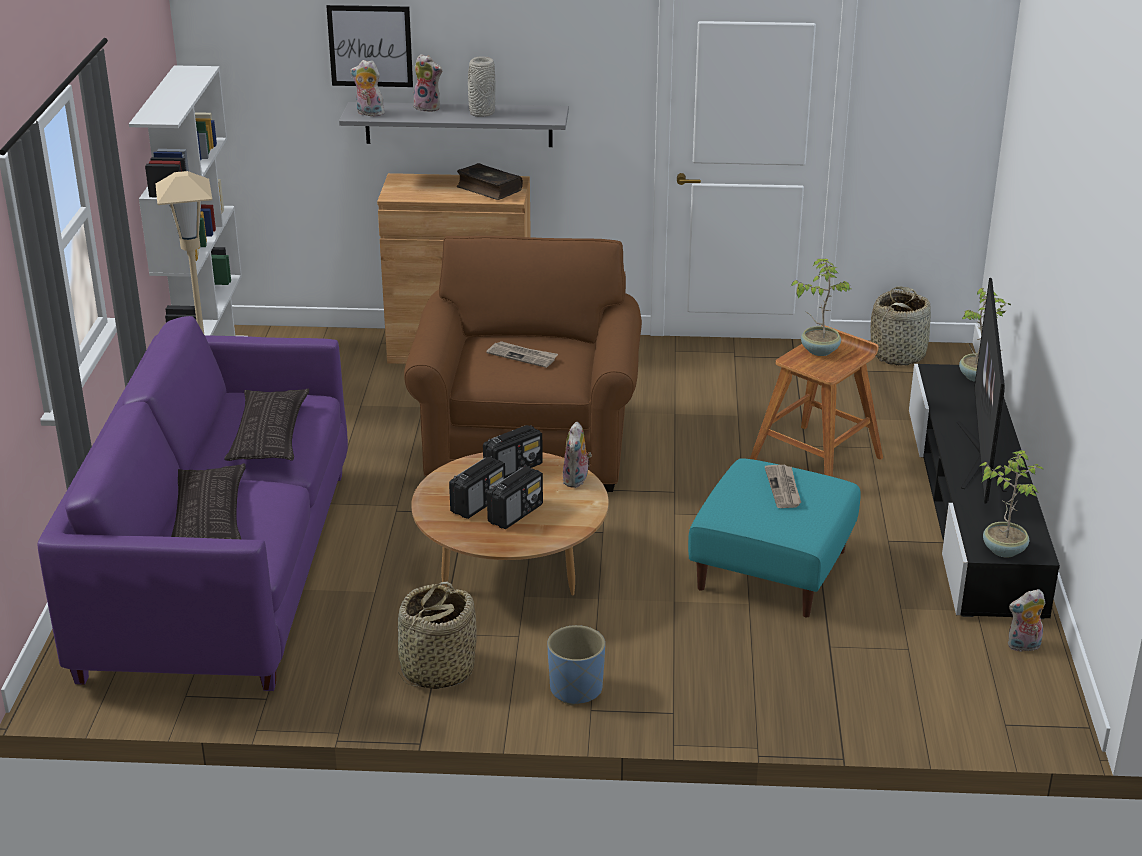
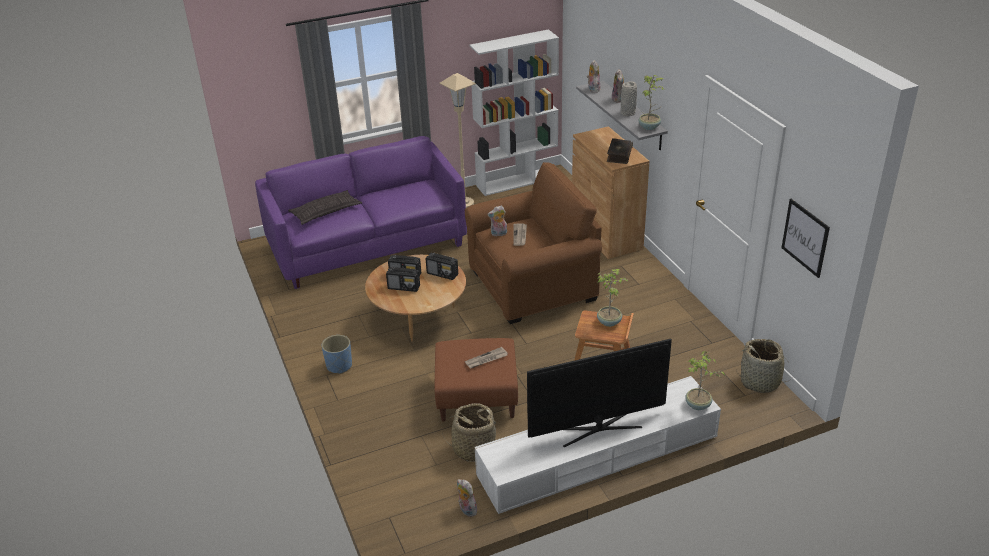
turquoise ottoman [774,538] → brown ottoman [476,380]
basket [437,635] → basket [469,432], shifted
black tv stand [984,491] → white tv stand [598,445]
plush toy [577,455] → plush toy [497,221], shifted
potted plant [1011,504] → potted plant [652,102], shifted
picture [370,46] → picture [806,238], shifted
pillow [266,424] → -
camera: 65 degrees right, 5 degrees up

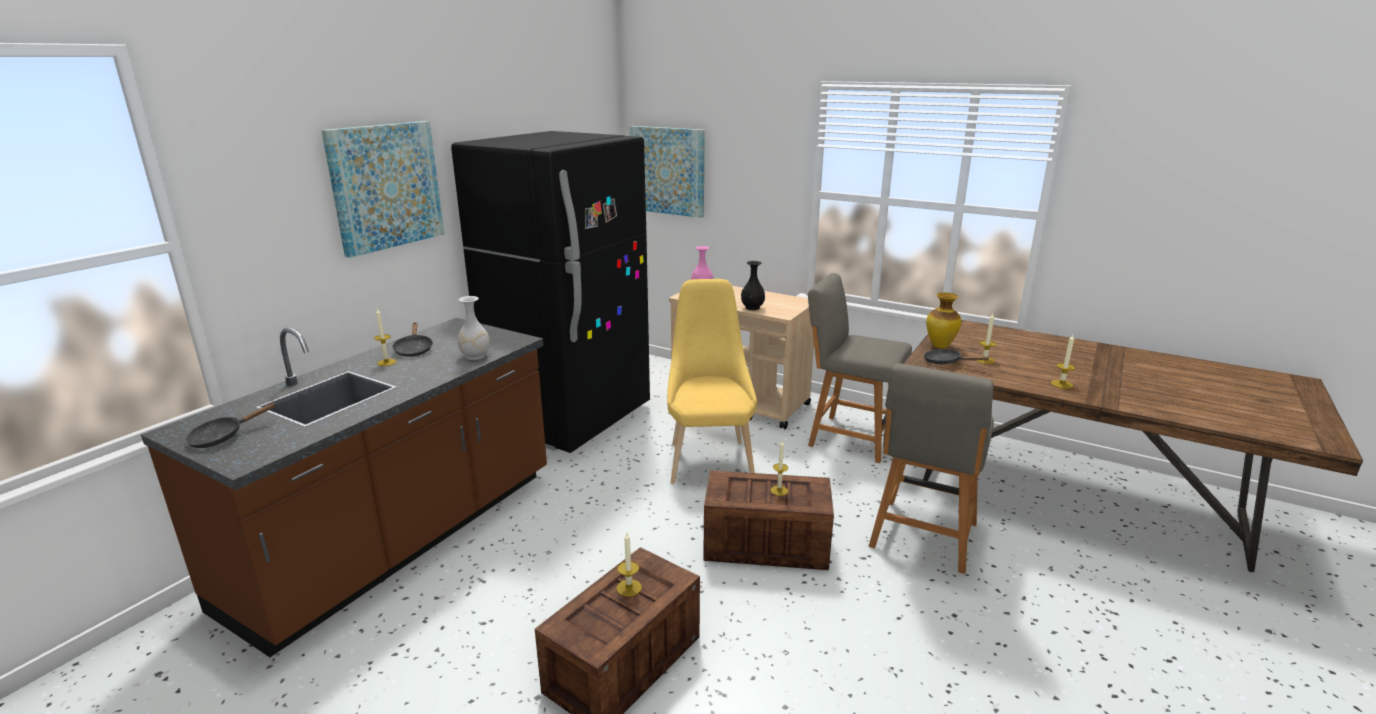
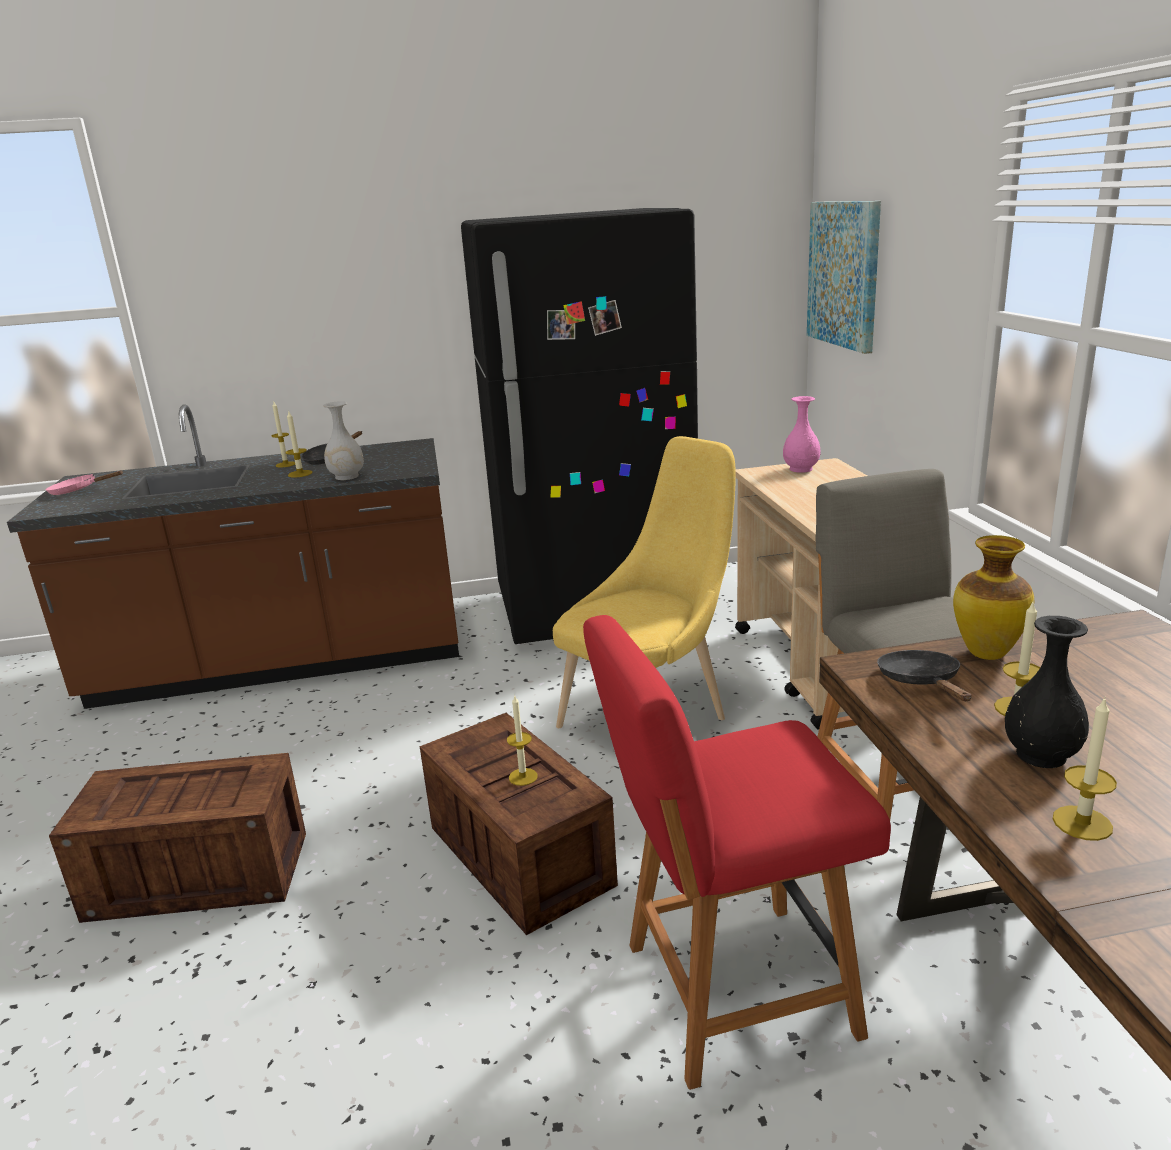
black frying pan [230,425] → pink frying pan [84,483]
candle [629,565] → candle [299,443], shifted
grey chair [931,468] → red chair [737,852]
black vase [753,285] → black vase [1047,692], shifted
picture [382,189] → -
camera: 50 degrees right, 0 degrees up

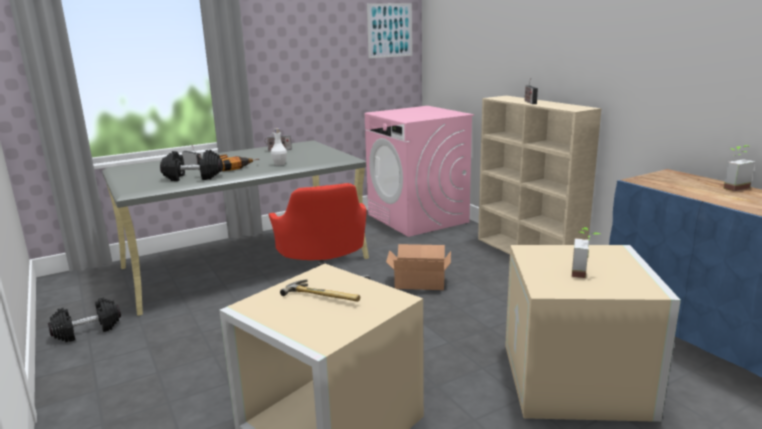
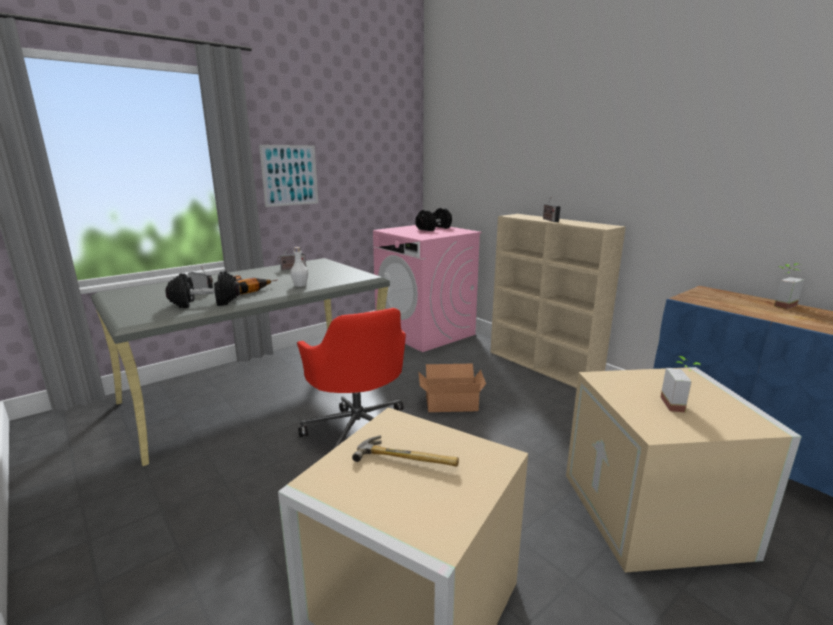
picture [389,30] → picture [288,176], shifted
black dumbbell [84,320] → black dumbbell [433,219], shifted
camera: 10 degrees left, 0 degrees up

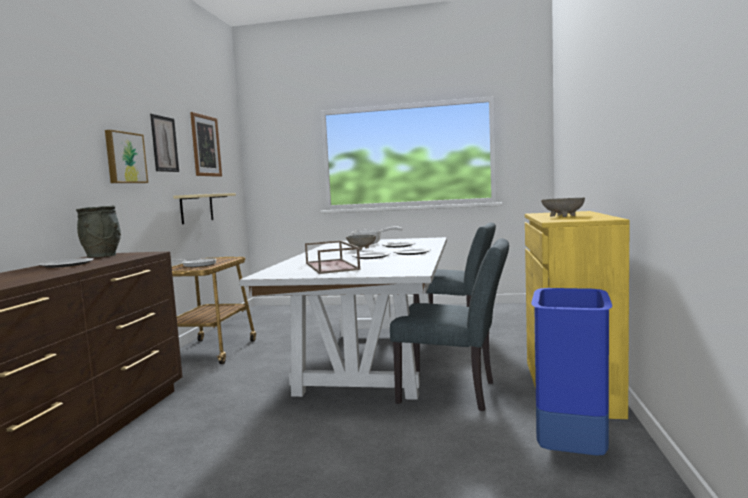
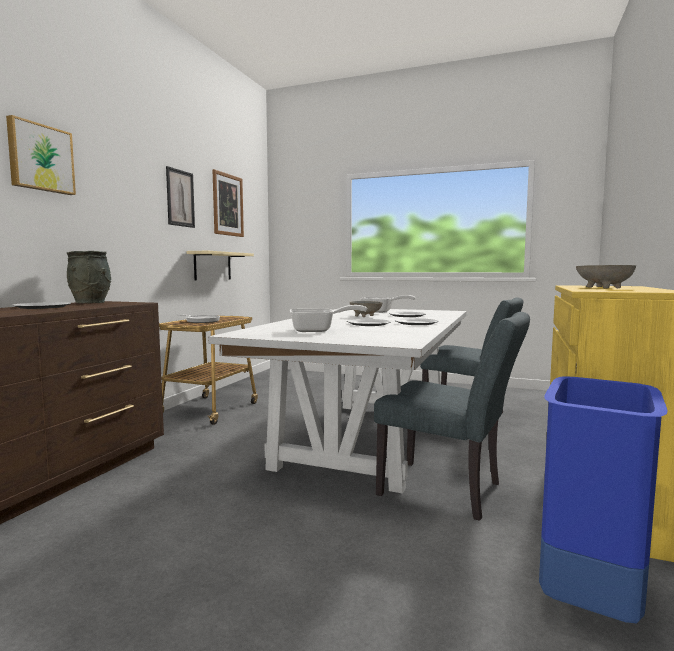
picture [126,156] → picture [41,155], shifted
brown tray [332,257] → frying pan [328,318]
camera: 10 degrees right, 0 degrees up

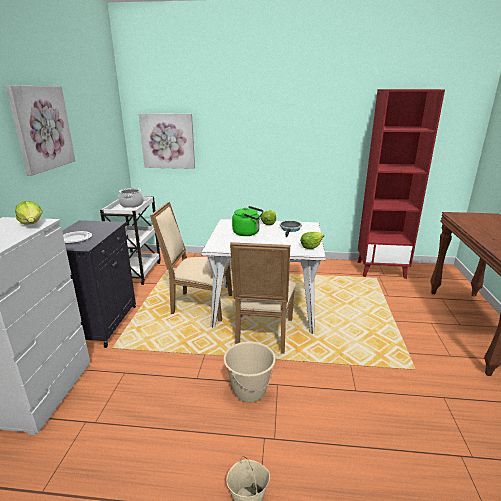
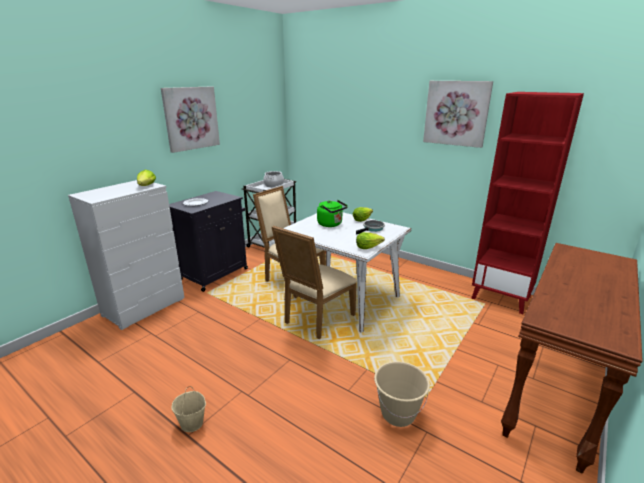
beige bucket [250,371] → beige bucket [402,394], shifted
picture [167,141] → picture [458,114], shifted
camera: 30 degrees right, 0 degrees up

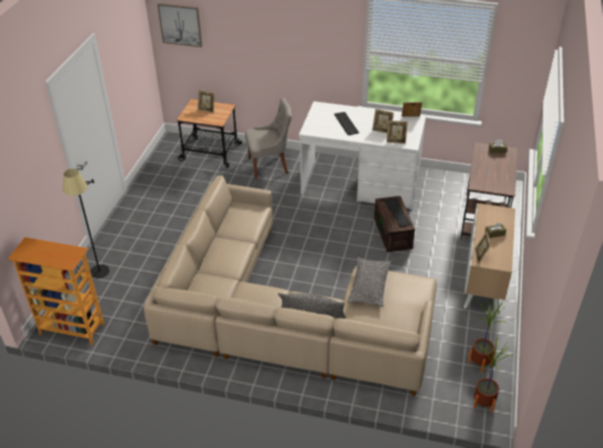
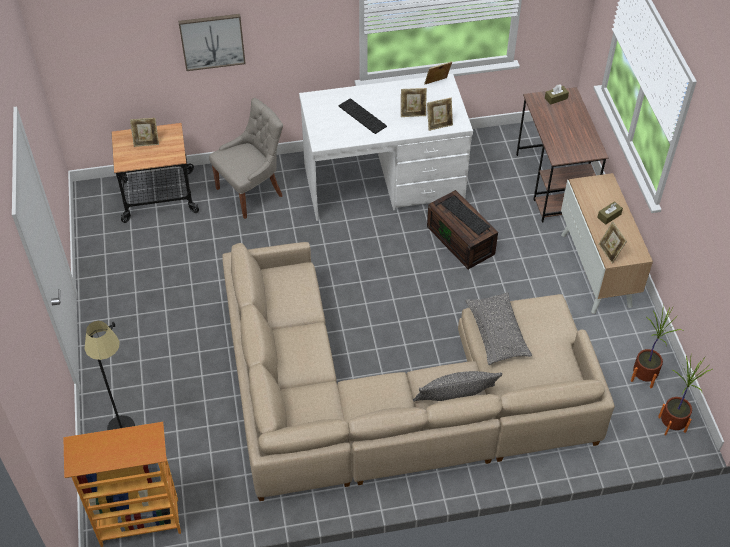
picture [179,25] → picture [212,42], shifted
camera: 25 degrees left, 10 degrees up

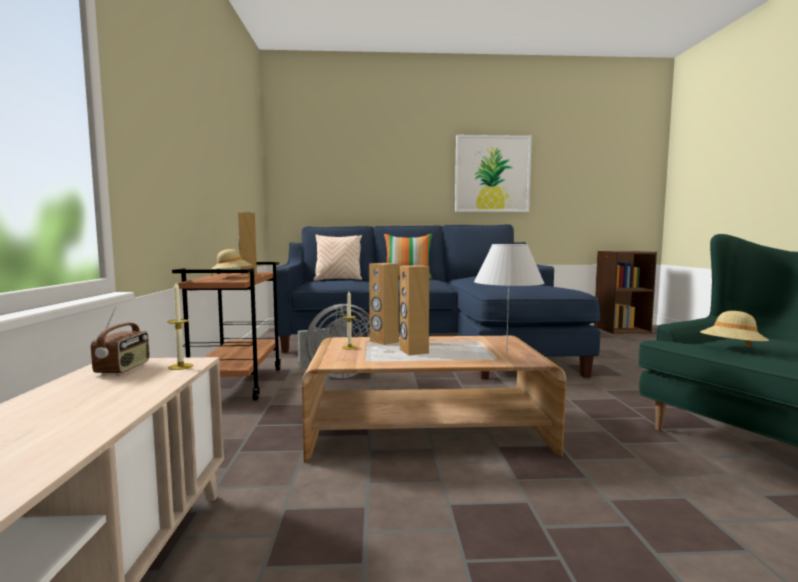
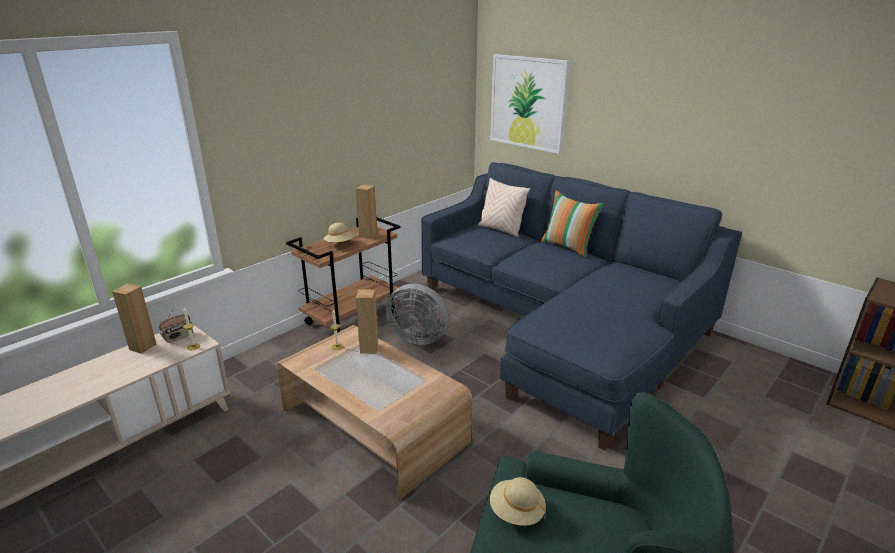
brown speaker [414,310] → brown speaker [134,318], shifted
picture [493,173] → picture [530,104], shifted
white table lamp [509,298] → -
camera: 45 degrees right, 20 degrees up

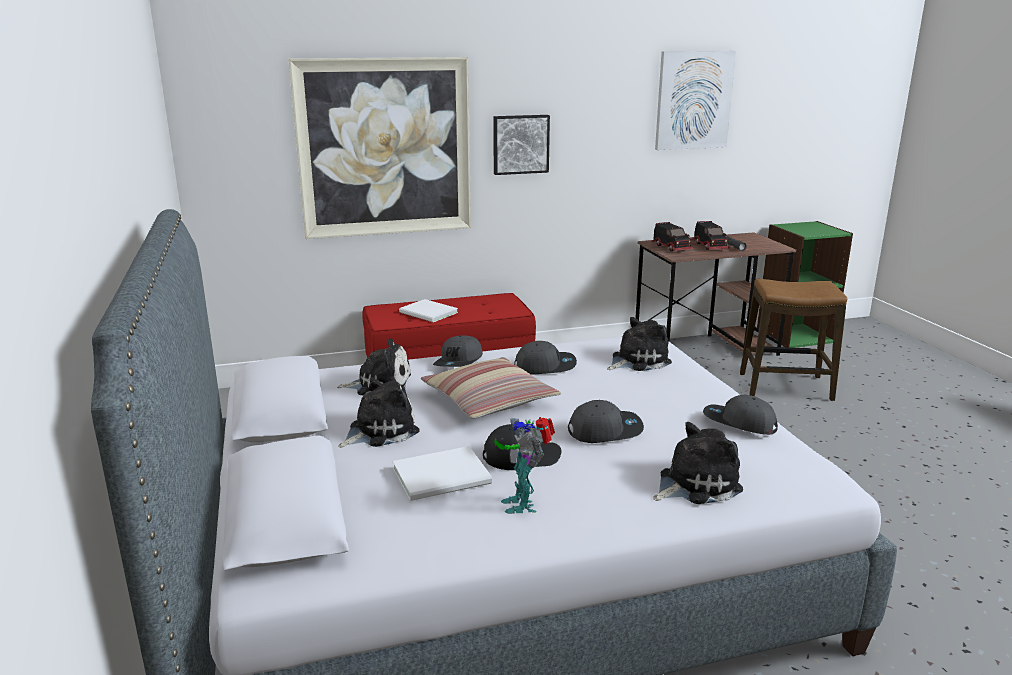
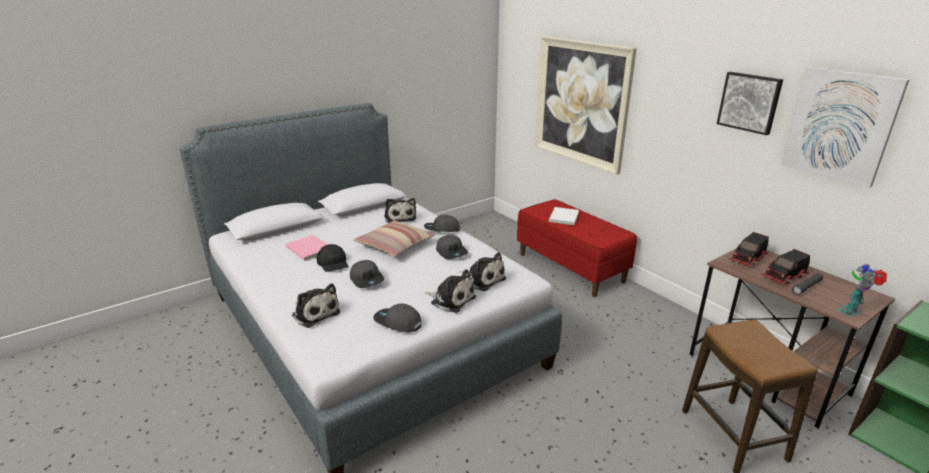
white book [442,473] → pink book [307,248]
grey cap [740,415] → grey cap [397,317], 75 degrees counterclockwise
plush toy [379,413] → plush toy [450,291], shifted
picture [521,145] → picture [750,103], shifted
toy robot [524,465] → toy robot [861,291], shifted
camera: 70 degrees right, 5 degrees up

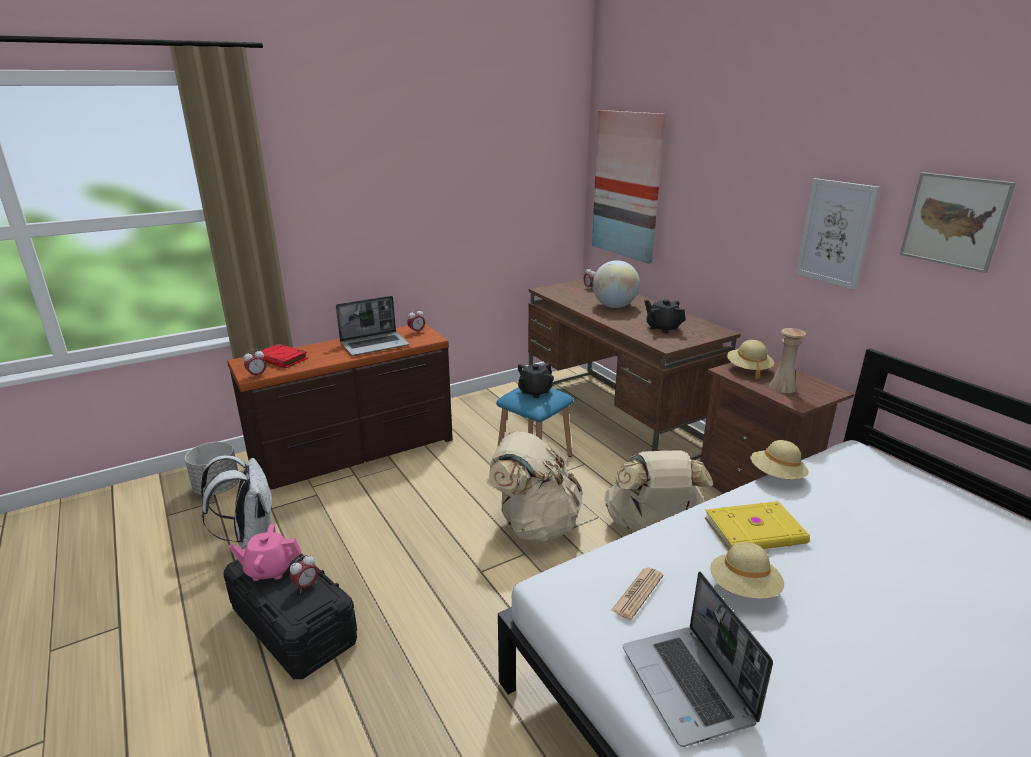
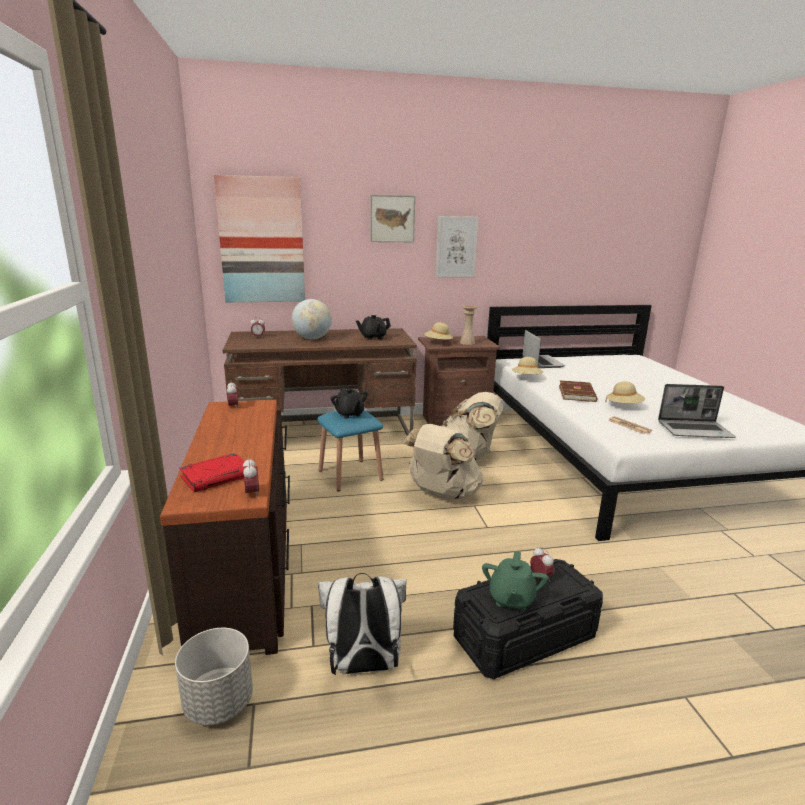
picture [958,222] → picture [392,218], shifted
pink teapot [264,552] → green teapot [515,581]
laptop [372,326] → laptop [543,349], shifted
yellow book [757,526] → brown book [578,391]
camera: 70 degrees left, 5 degrees down

